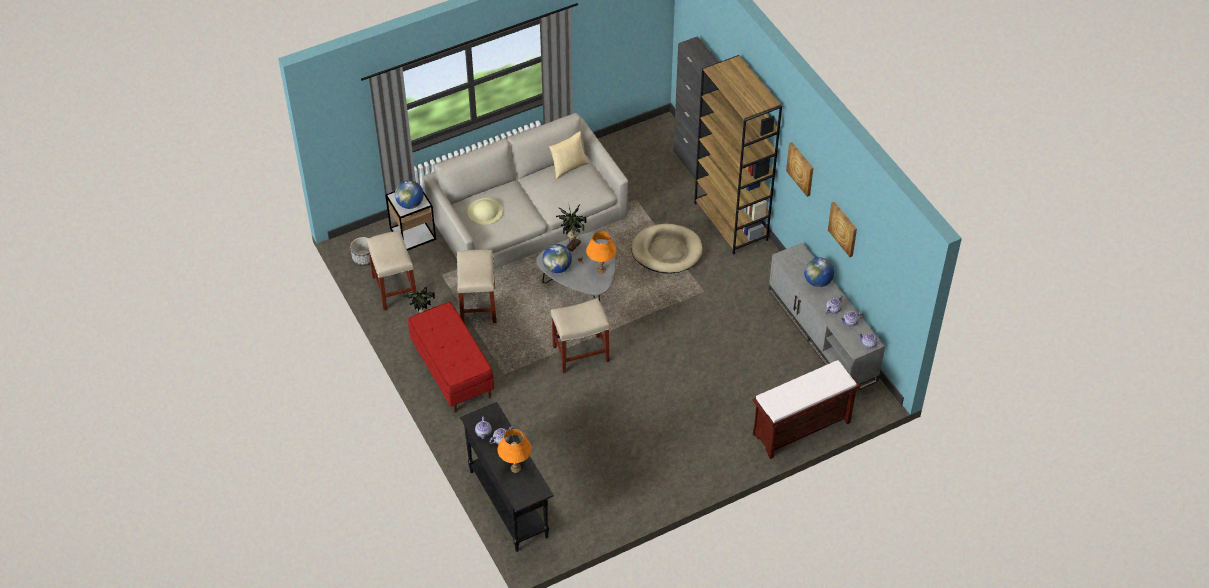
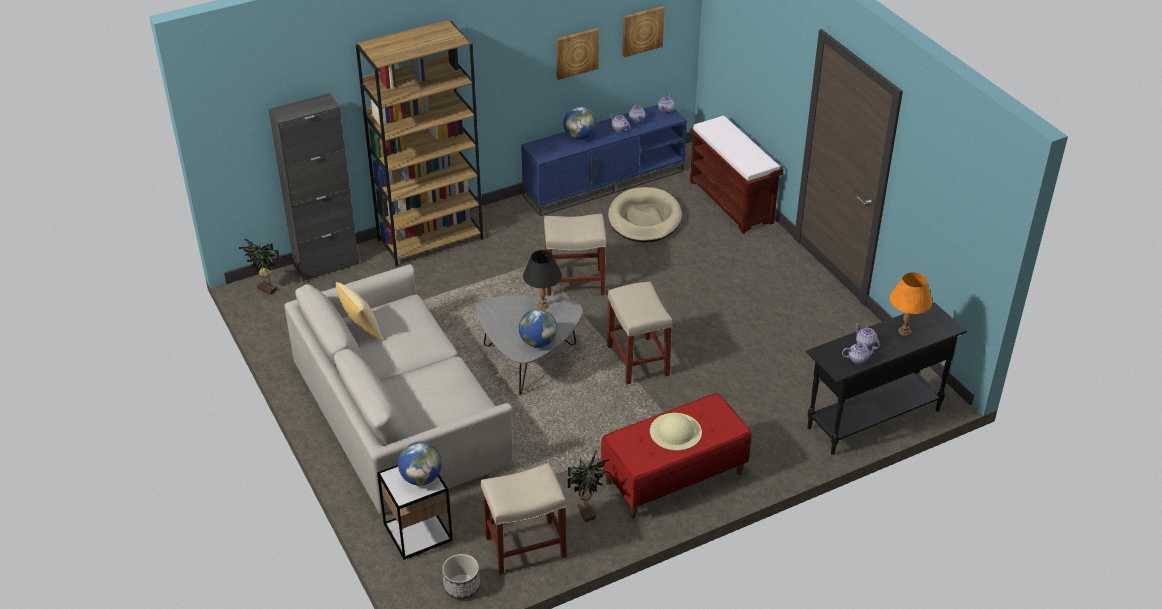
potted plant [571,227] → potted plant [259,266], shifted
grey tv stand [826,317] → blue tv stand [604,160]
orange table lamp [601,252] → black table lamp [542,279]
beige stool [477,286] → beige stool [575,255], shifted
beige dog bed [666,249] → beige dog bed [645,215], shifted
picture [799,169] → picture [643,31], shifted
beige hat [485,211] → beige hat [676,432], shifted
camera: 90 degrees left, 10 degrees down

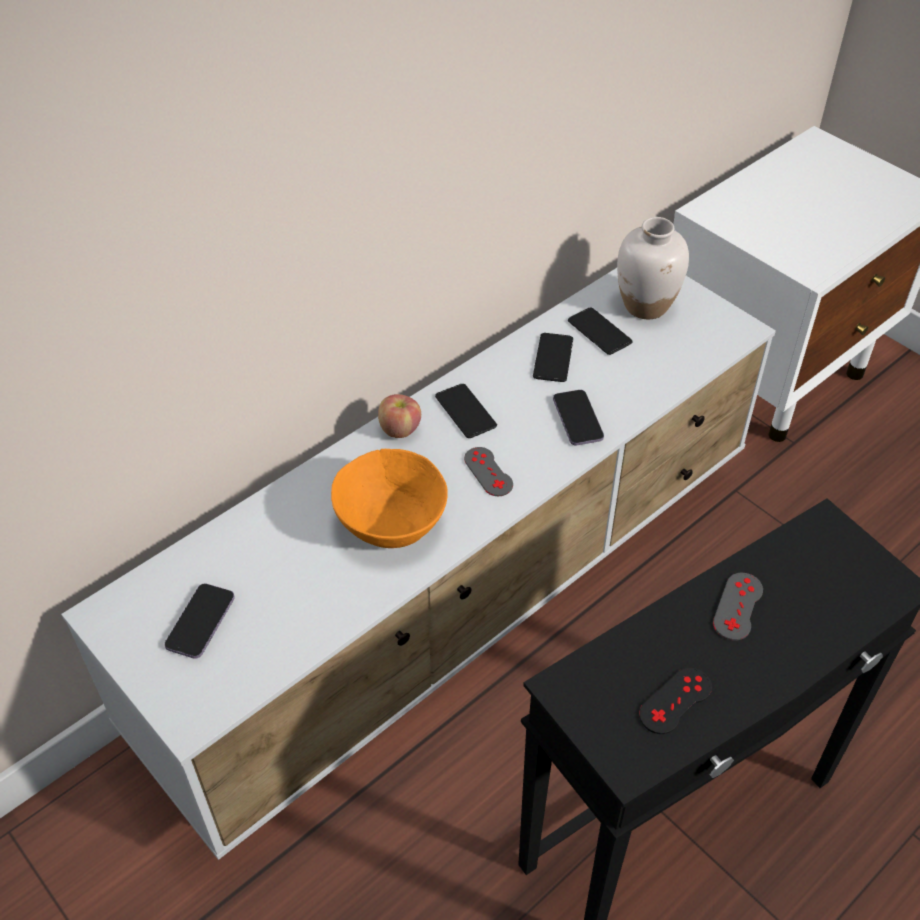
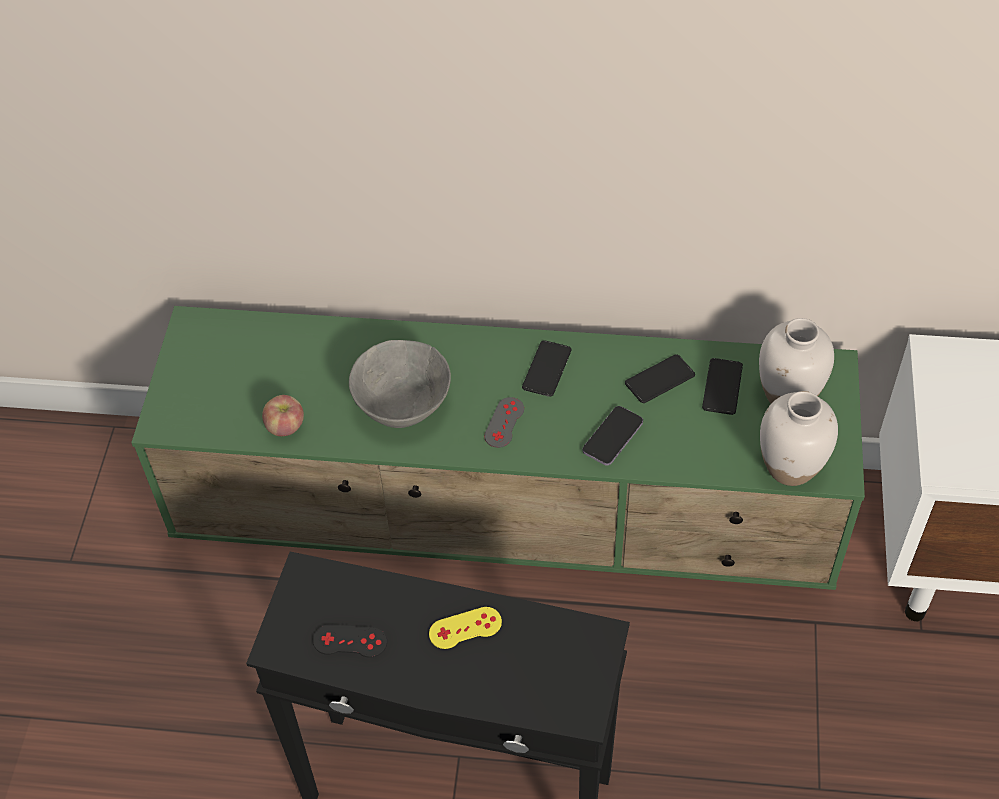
white tv stand [418,564] → green tv stand [498,448]
apple [399,416] → apple [283,415], shifted
orange bowl [389,498] → grey bowl [400,384]
grey game controller [738,607] → yellow game controller [465,628]
- → white vase [799,438]
phone [200,621] → -
camera: 50 degrees right, 5 degrees up

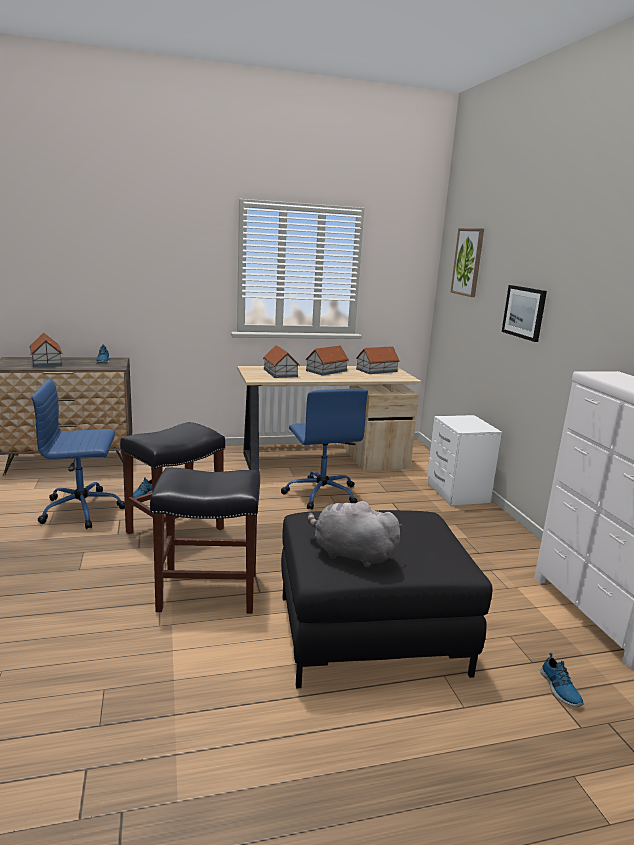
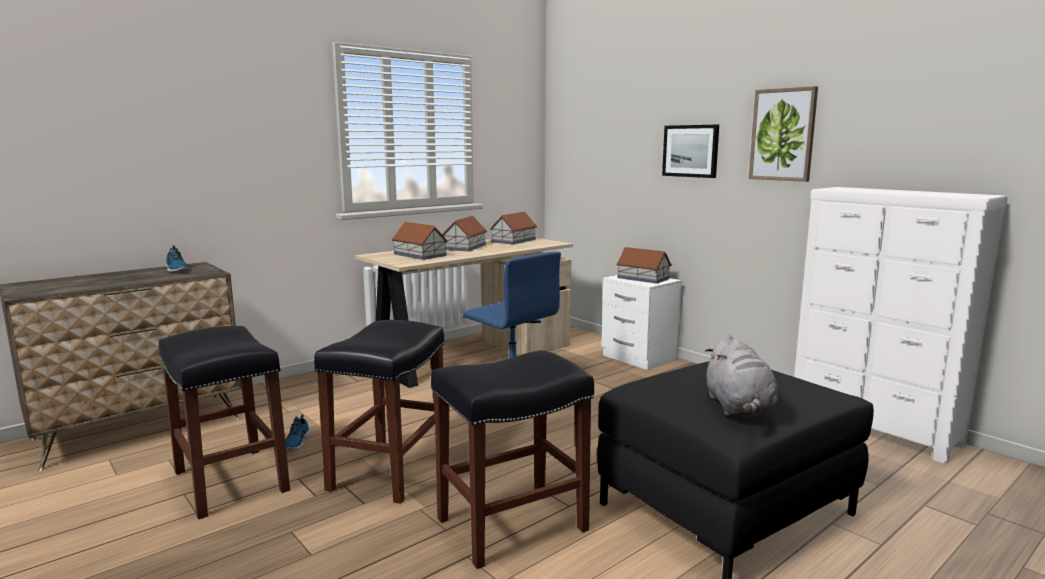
blue office chair [78,454] → black stool [224,422]
toy house [46,350] → toy house [644,265], shifted
grey plush toy [355,534] → grey plush toy [741,375], 90 degrees counterclockwise
picture [467,262] → picture [783,134], shifted
shoe [562,680] → -
camera: 25 degrees left, 5 degrees down

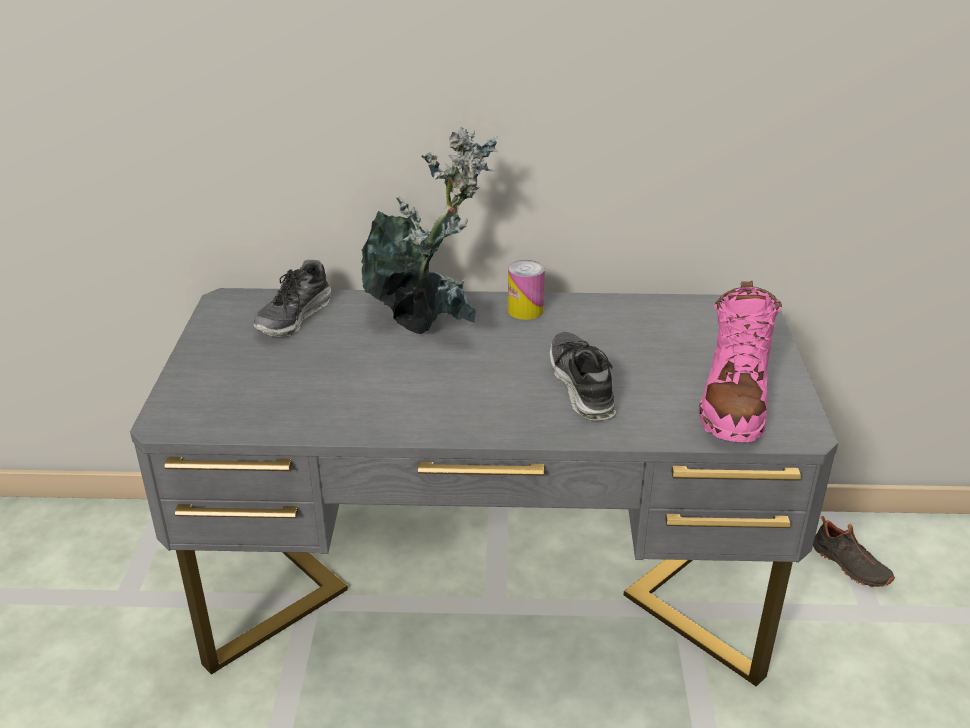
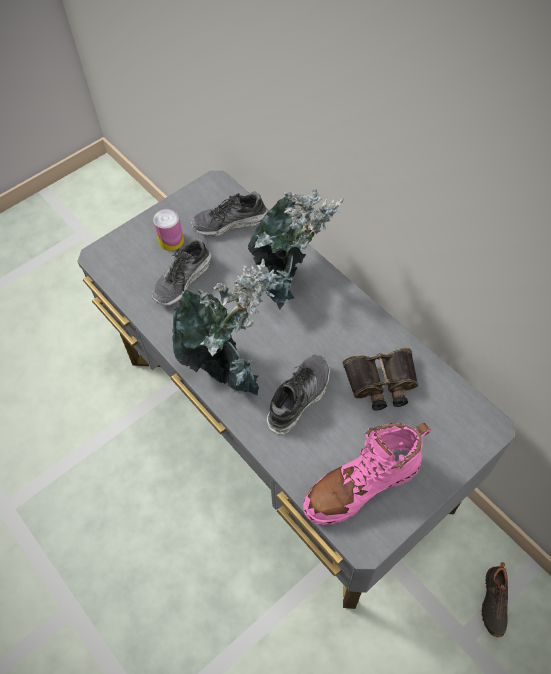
- → shoe [181,272]
can [526,290] → can [168,230], shifted
- → potted plant [225,326]
- → binoculars [380,379]
camera: 50 degrees right, 25 degrees up

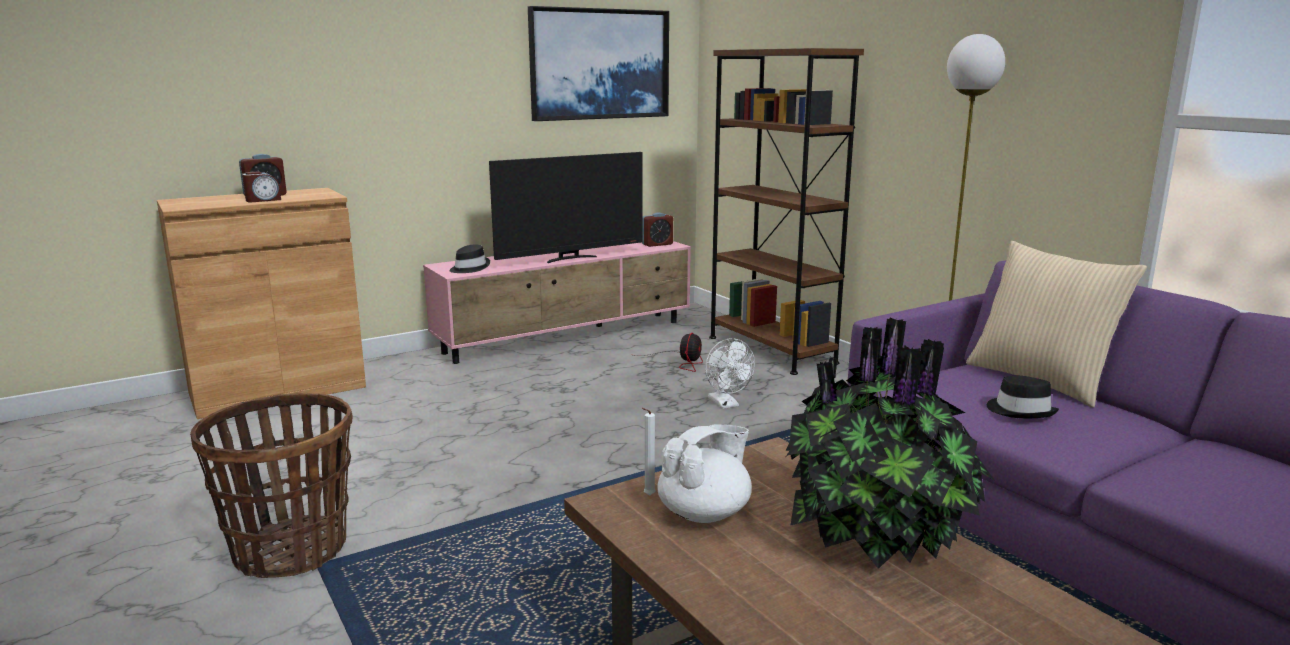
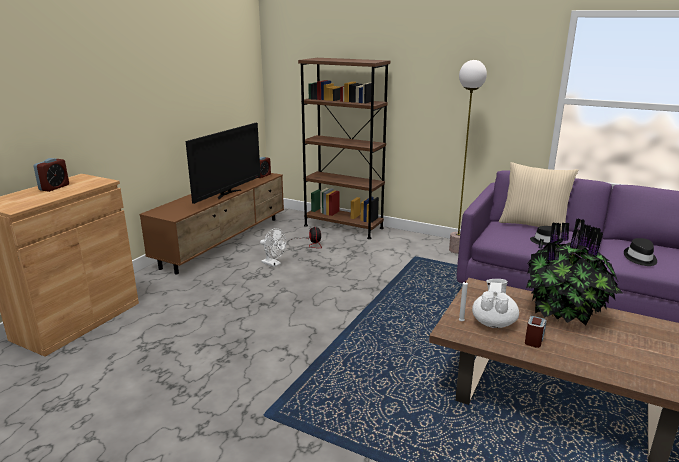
pink tv stand [557,302] → brown tv stand [211,223]
white fan [730,373] → white fan [273,247], shifted
alarm clock [261,186] → alarm clock [536,332], shifted
black hat [469,259] → black hat [640,252], shifted
basket [271,485] → -
picture [598,63] → -
camera: 30 degrees left, 5 degrees up

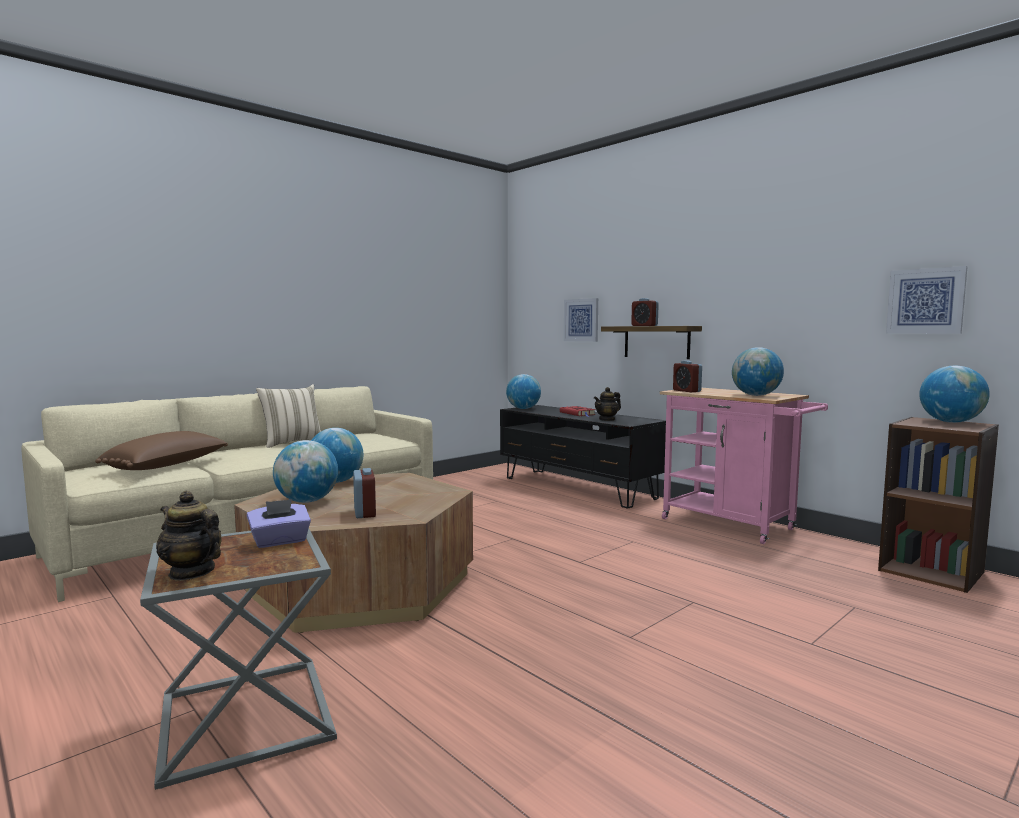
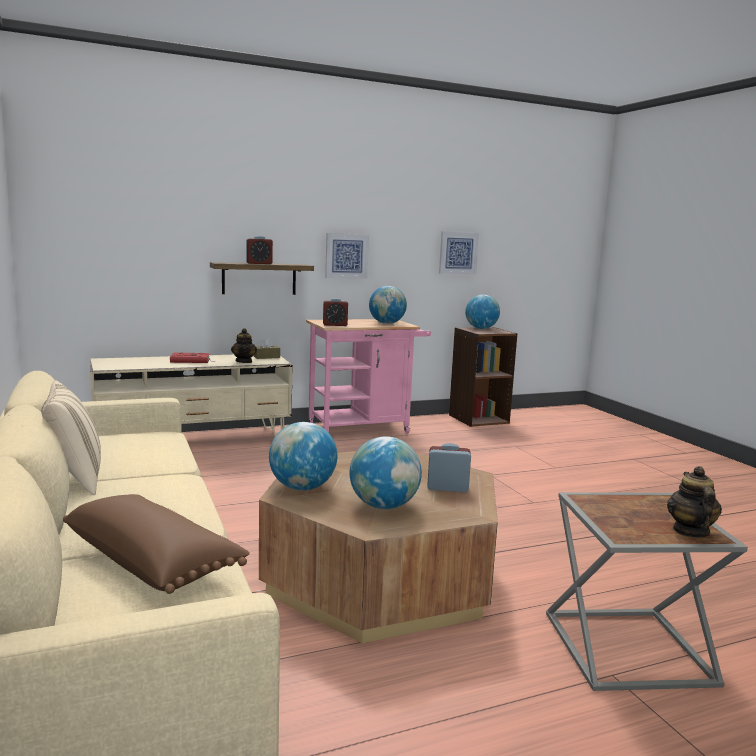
black tv stand [583,457] → beige tv stand [191,395]
- → brown tissue box [267,348]
picture [581,320] → picture [347,256], shifted
teapot [189,536] → teapot [694,501], 135 degrees clockwise
purple tissue box [279,523] → -
globe [523,391] → -
camera: 70 degrees left, 5 degrees up

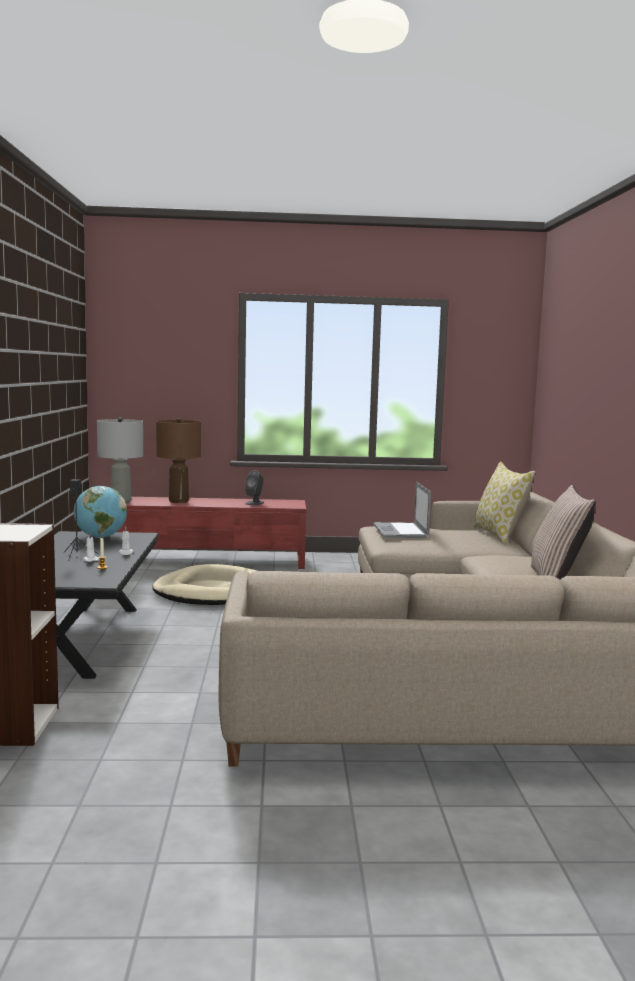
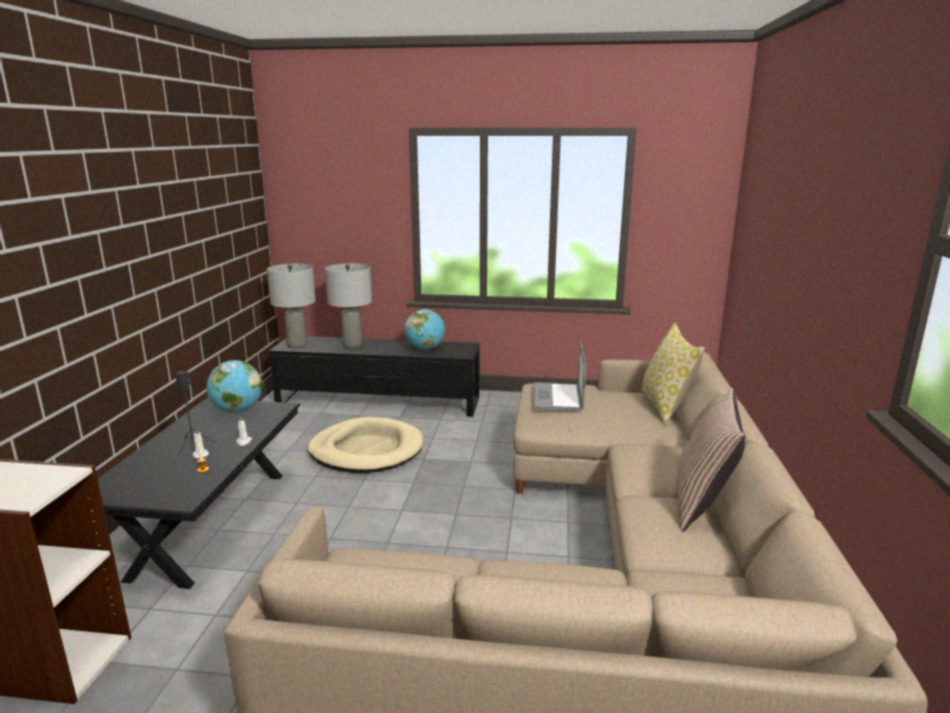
red tv stand [211,533] → black tv stand [374,376]
brown table lamp [178,460] → grey table lamp [348,305]
grey speaker [254,487] → globe [425,329]
camera: 10 degrees right, 10 degrees up

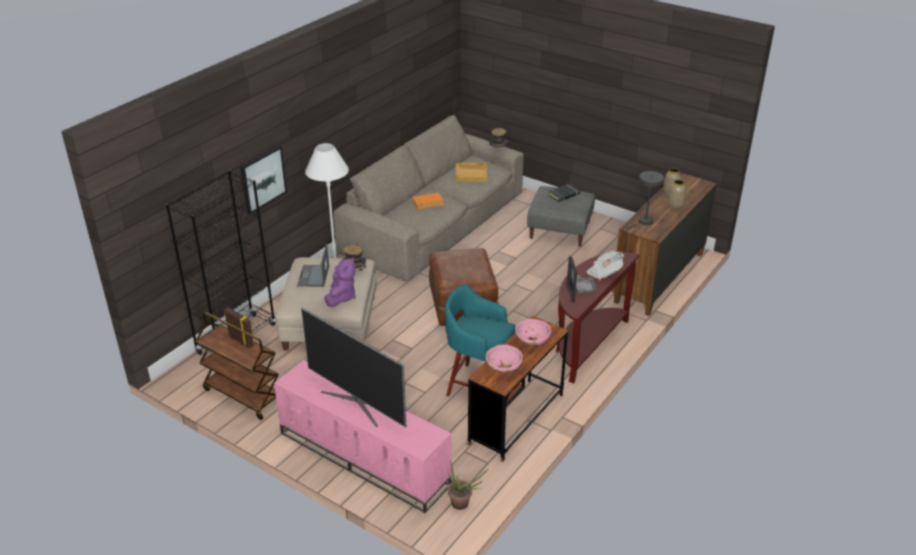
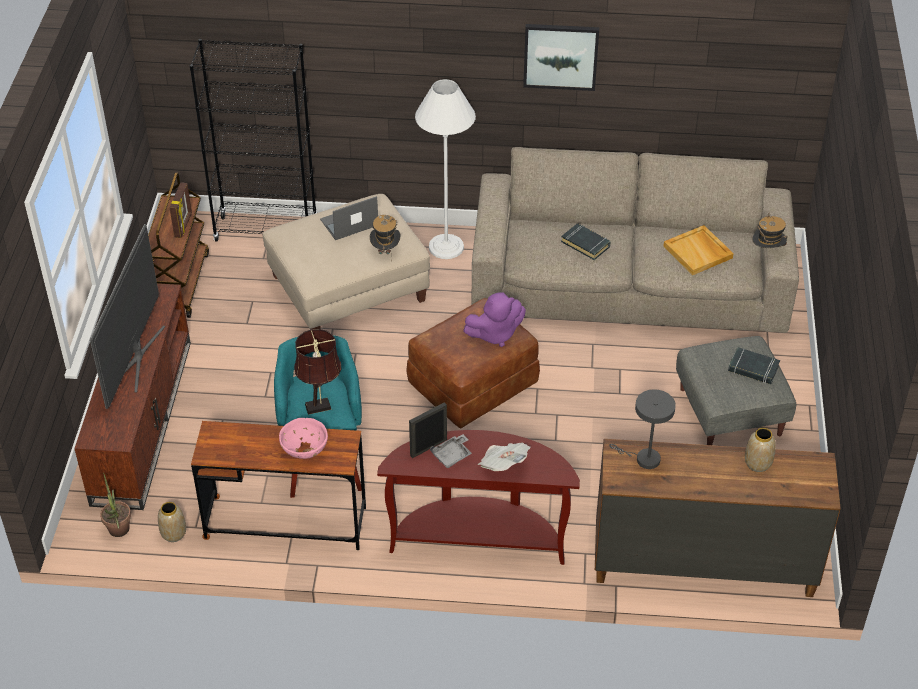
pink tv stand [363,436] → brown tv stand [132,397]
vase [677,194] → vase [172,522], shifted
- → brown table lamp [317,372]
purple plush toy [340,282] → purple plush toy [494,319], shifted
picture [263,179] → picture [561,57], shifted
orange book [428,201] → black book [586,241]
pink bowl [504,358] → -
camera: 60 degrees right, 10 degrees up

